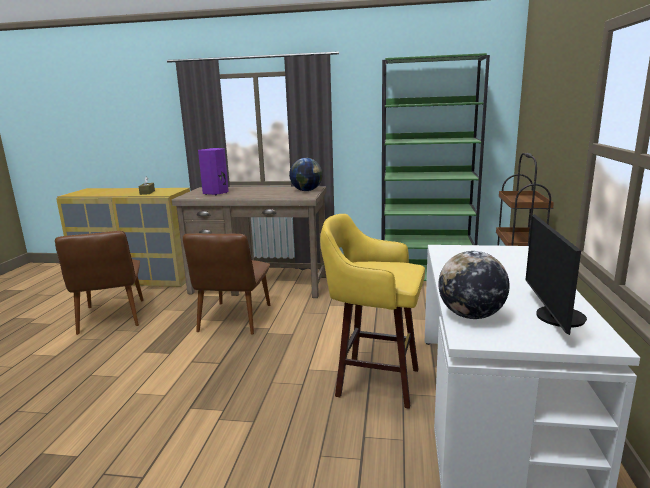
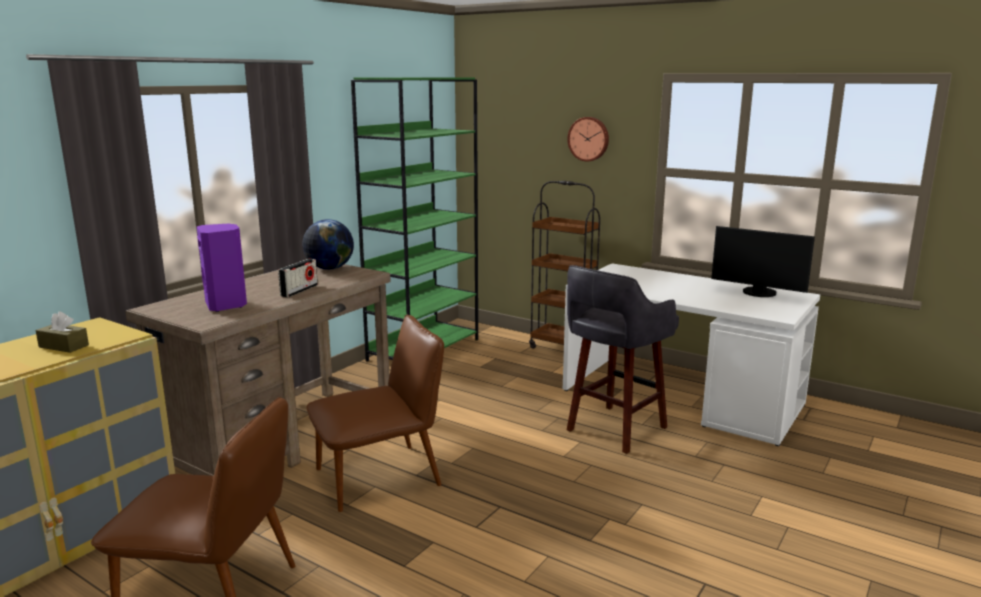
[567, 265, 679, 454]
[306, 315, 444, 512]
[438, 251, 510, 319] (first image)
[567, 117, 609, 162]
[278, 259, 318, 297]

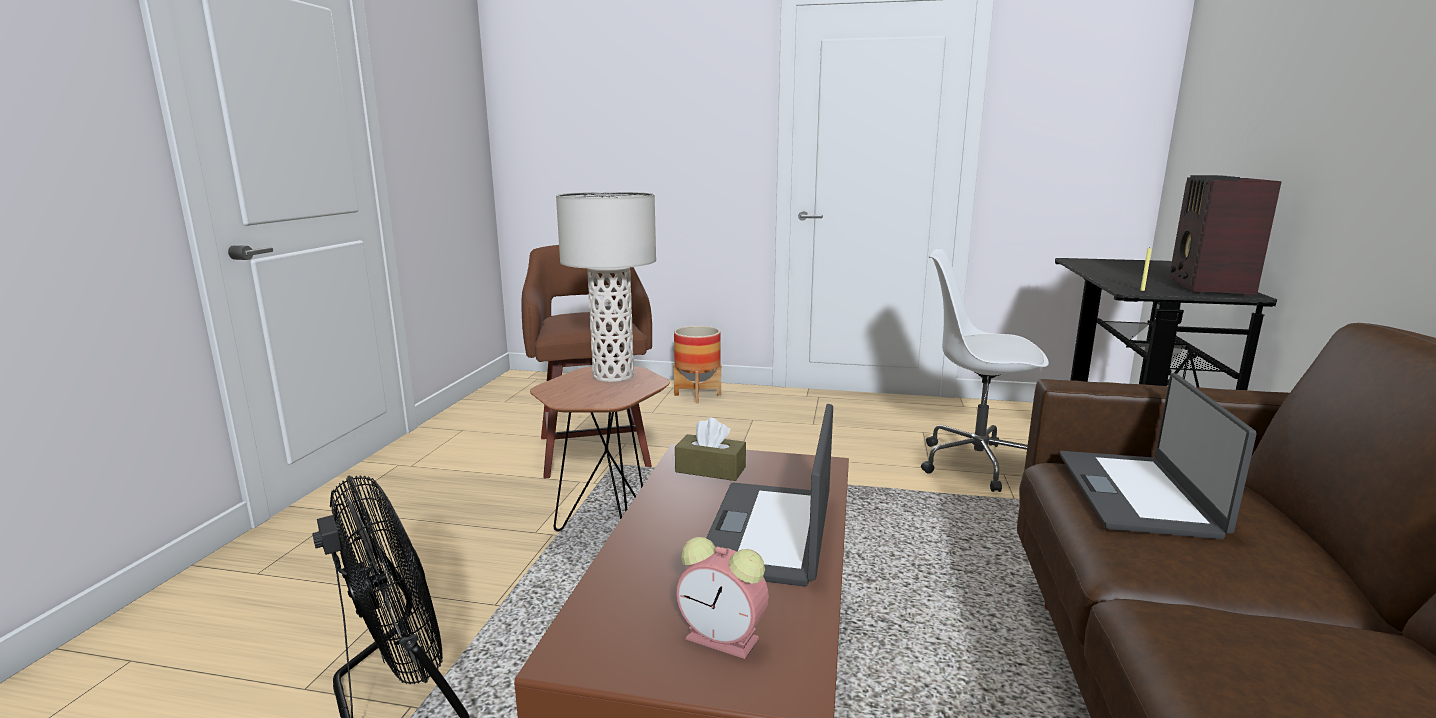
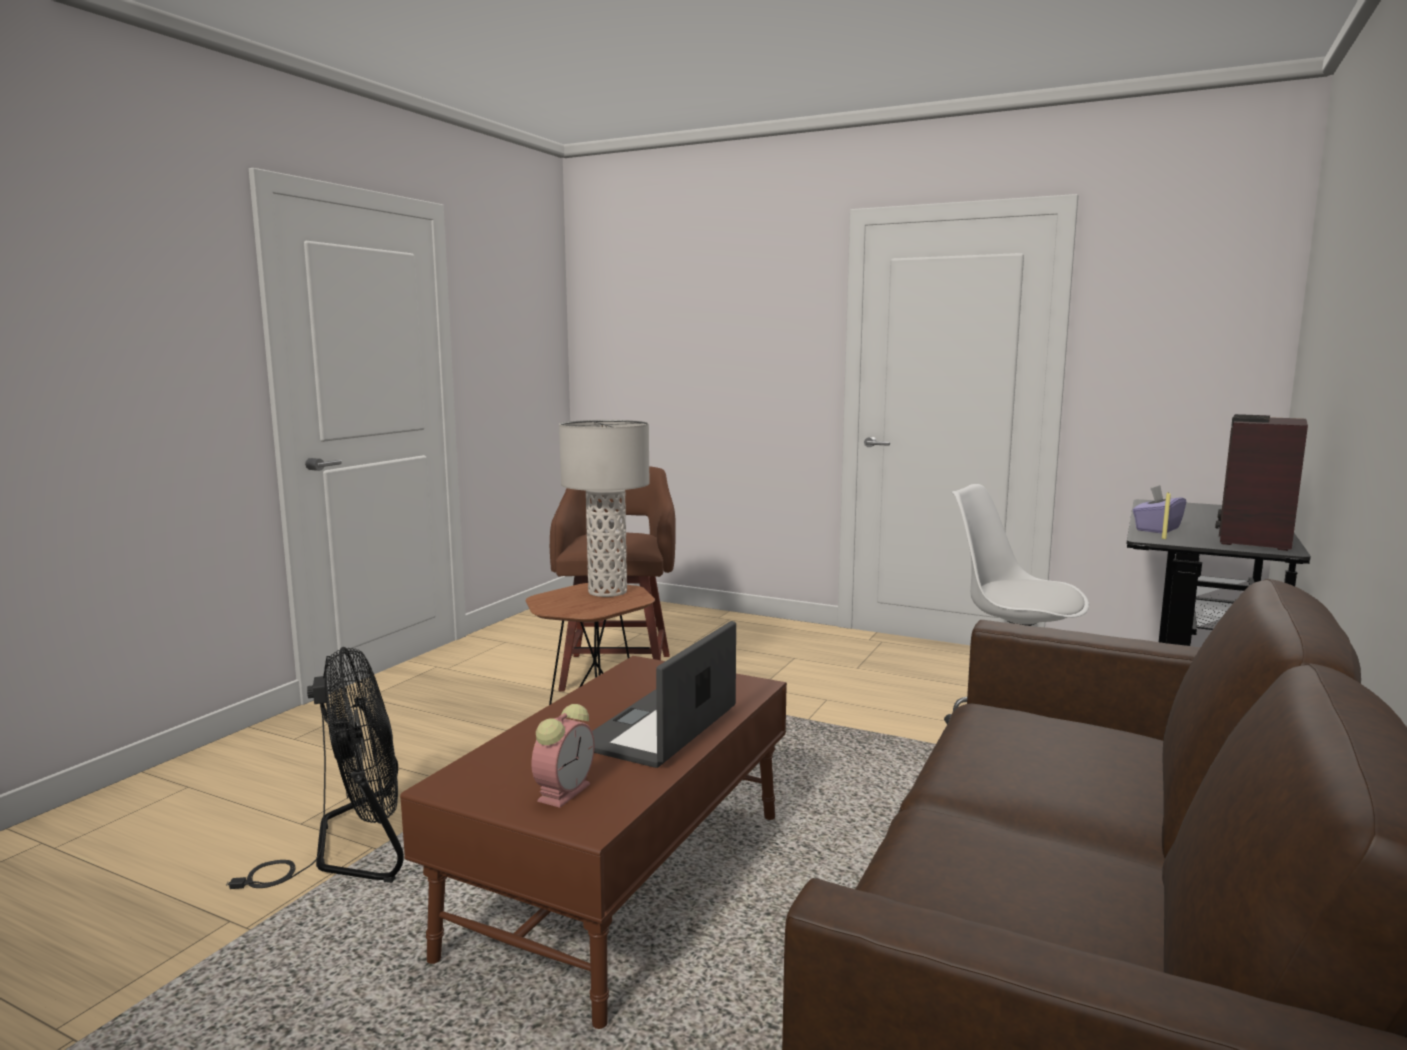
[674, 326, 721, 403] (first image)
[1060, 373, 1257, 540] (first image)
[675, 418, 746, 481] (first image)
[531, 704, 595, 808]
[1133, 485, 1186, 534]

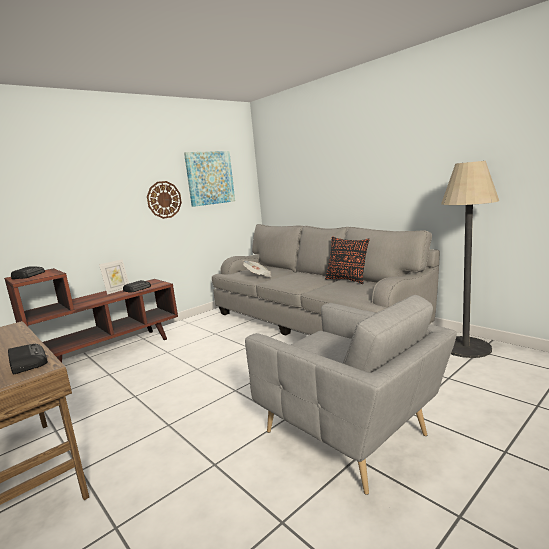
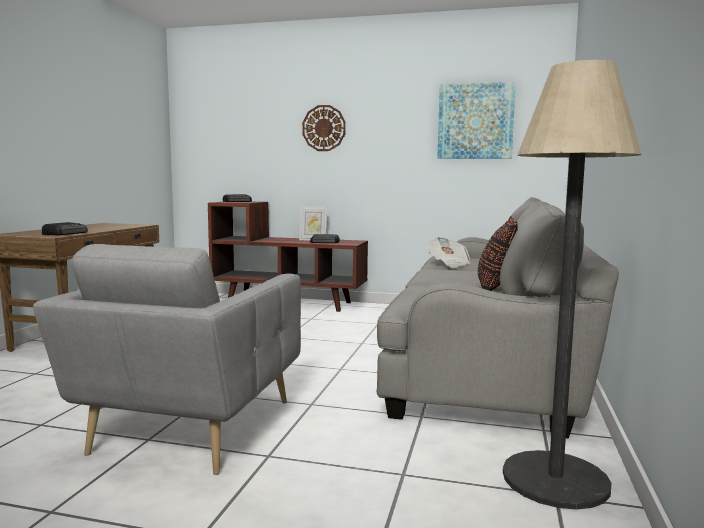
[302, 105, 346, 151]

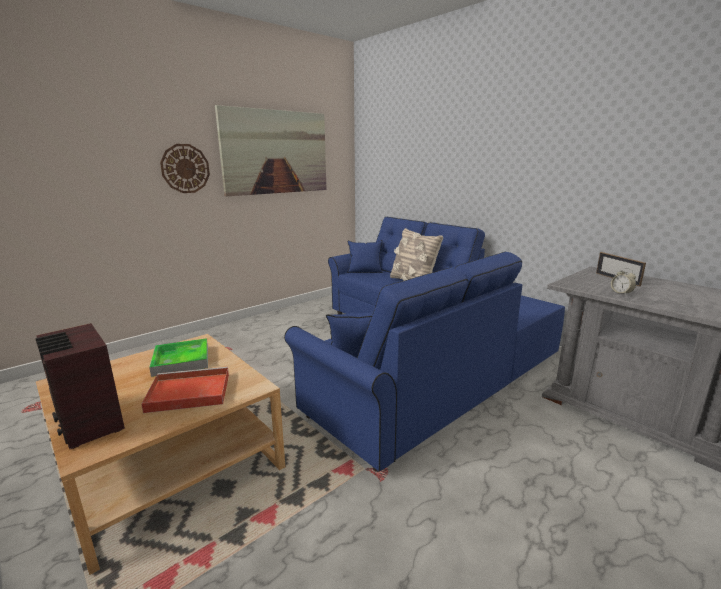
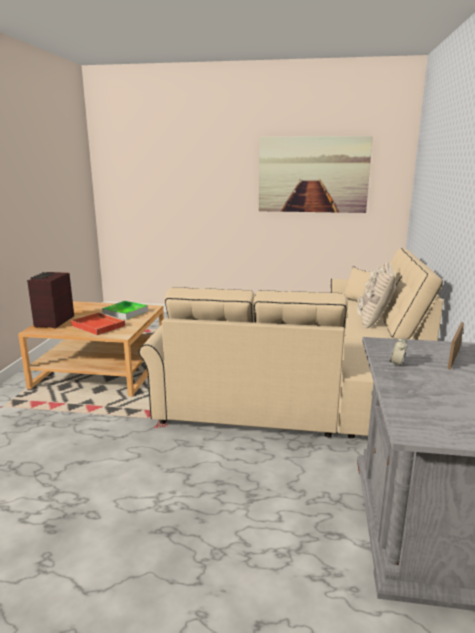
[160, 144, 210, 193] (first image)
[139, 248, 443, 439]

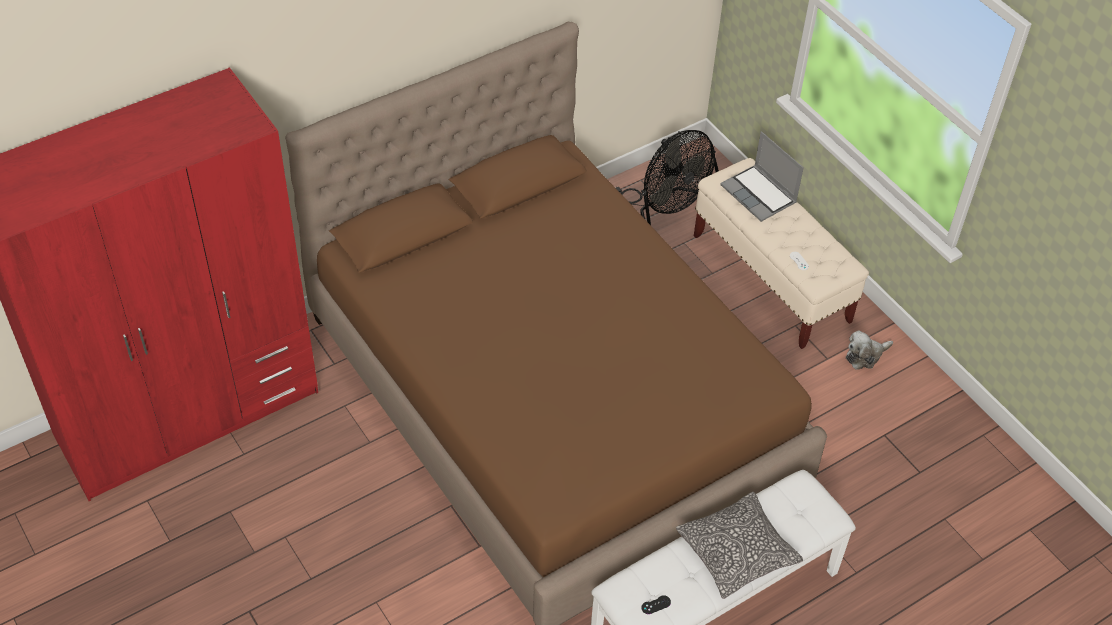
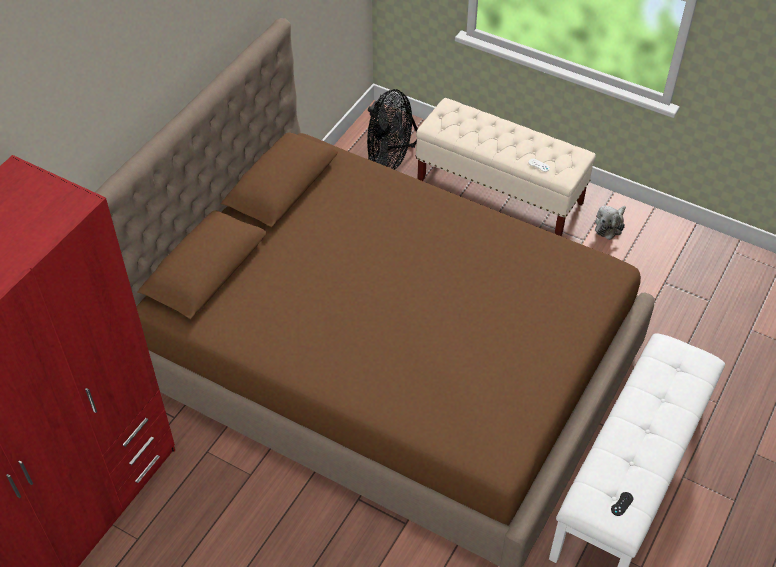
[720, 132, 804, 222] (first image)
[676, 492, 803, 599] (first image)

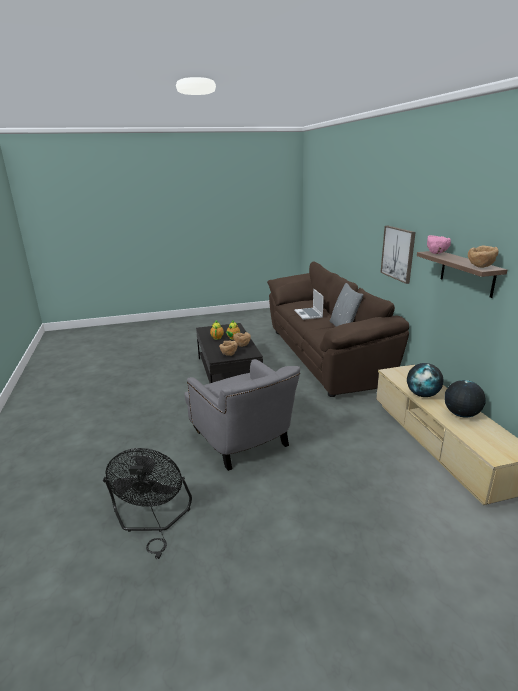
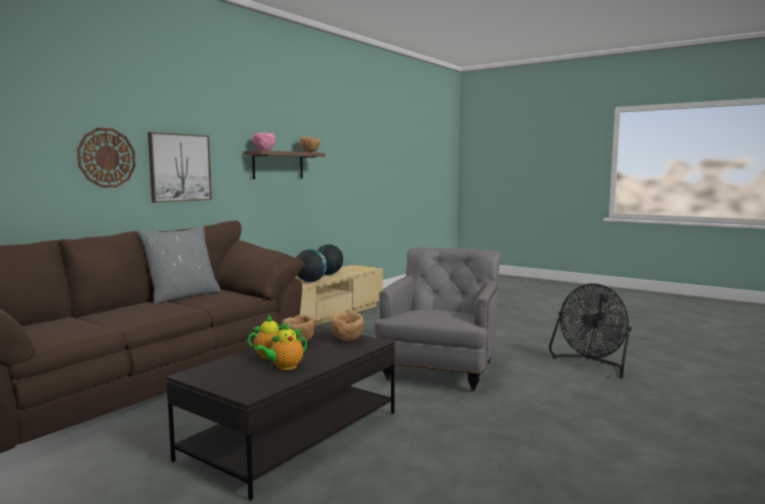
[294, 289, 324, 320] (first image)
[77, 128, 136, 188]

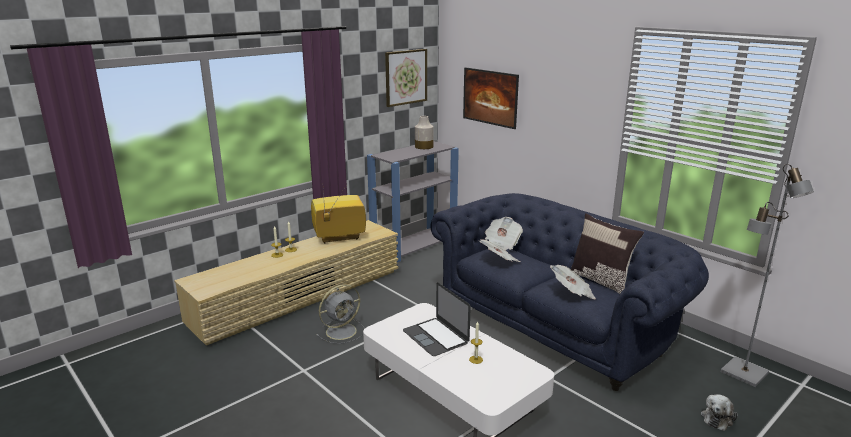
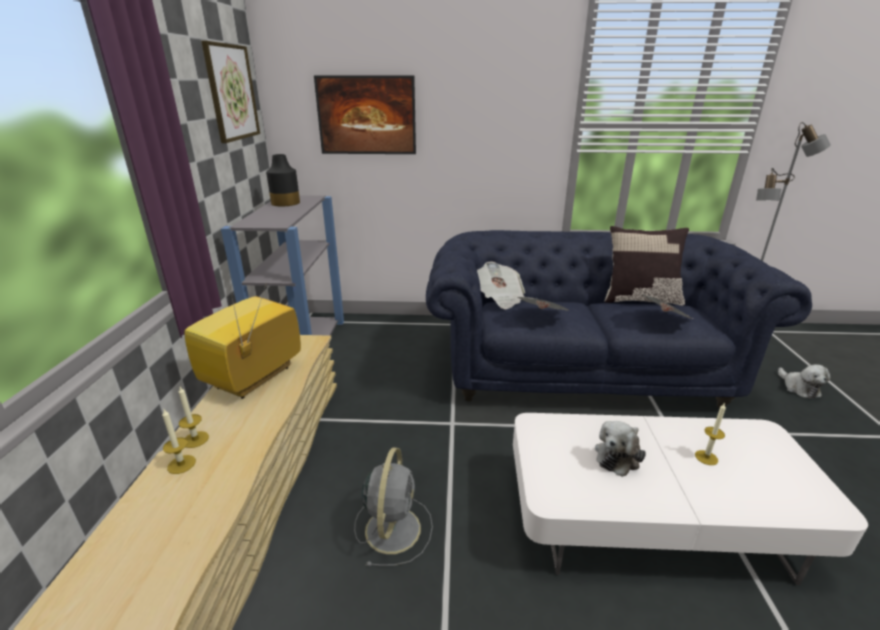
[266, 154, 300, 206]
[595, 421, 646, 477]

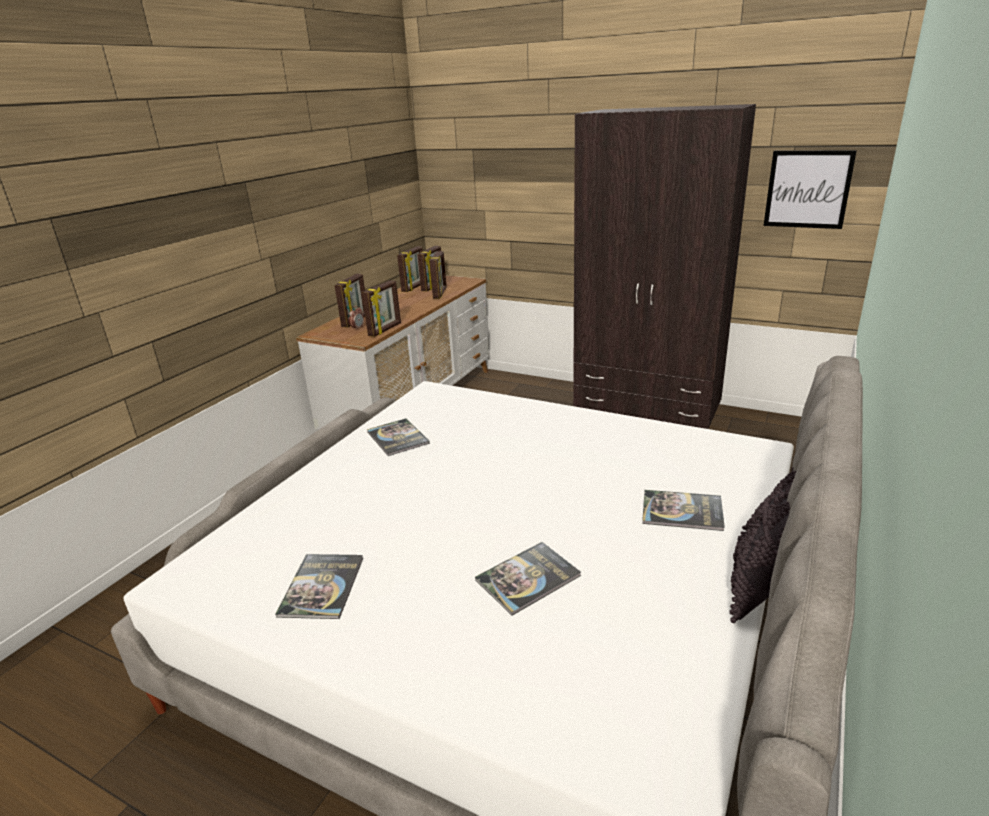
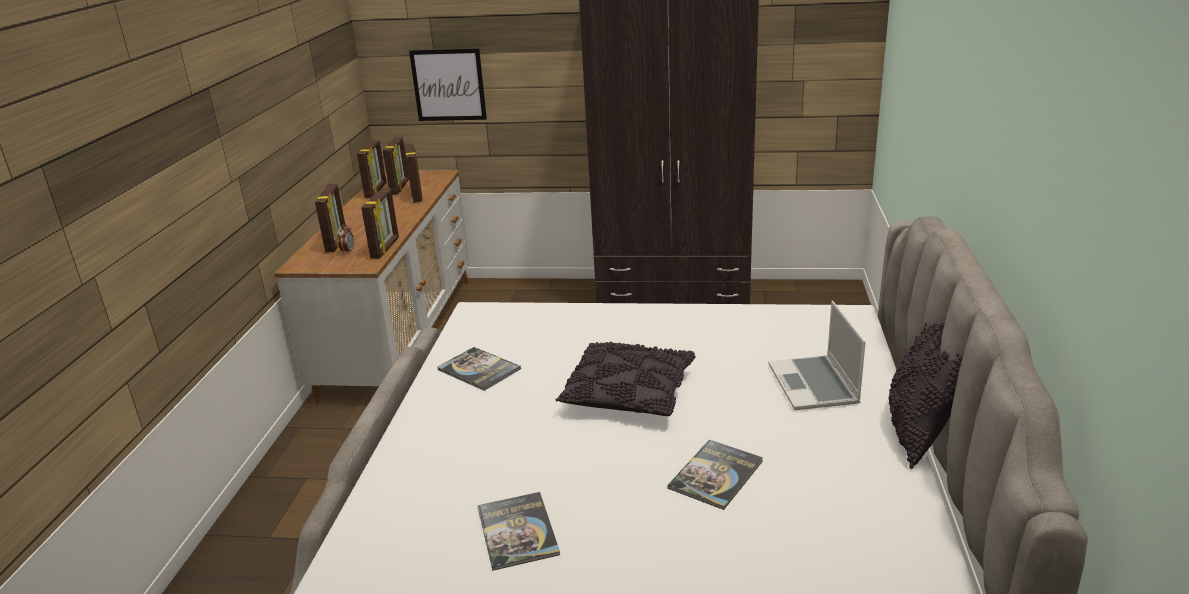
[409, 48, 487, 121]
[768, 301, 866, 410]
[555, 341, 696, 416]

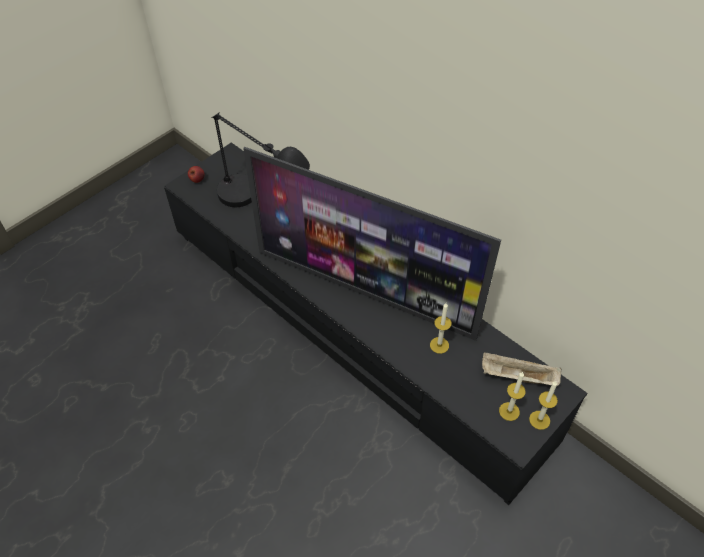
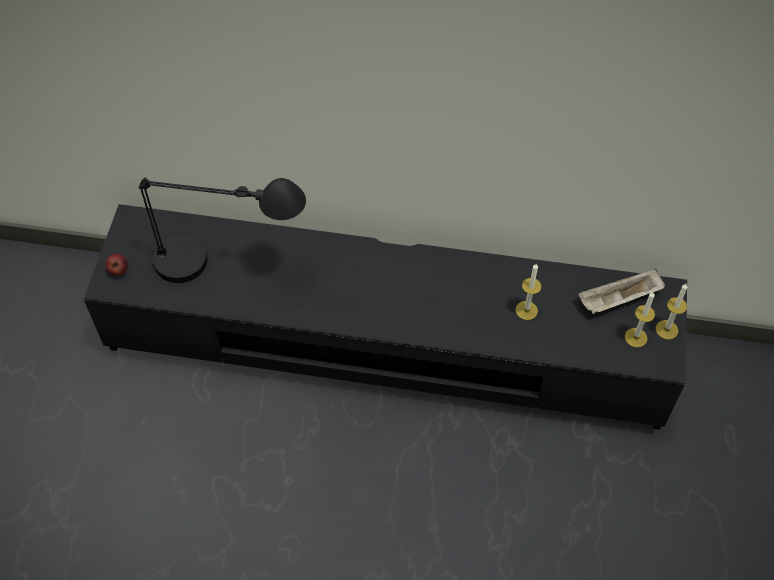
[243, 147, 501, 341] (first image)

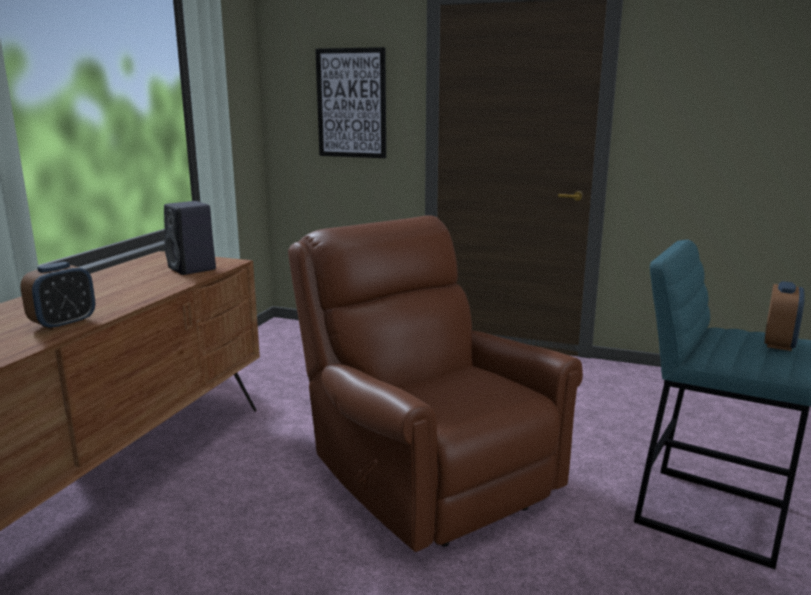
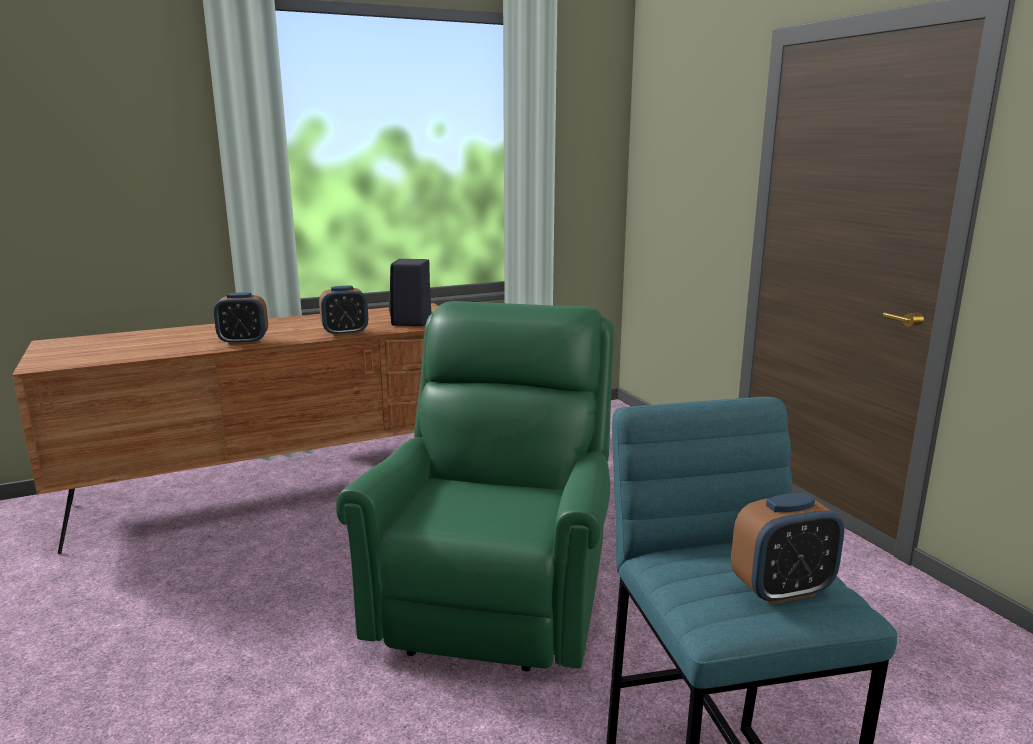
[315, 47, 386, 158] (first image)
[336, 301, 614, 671]
[319, 286, 368, 336]

